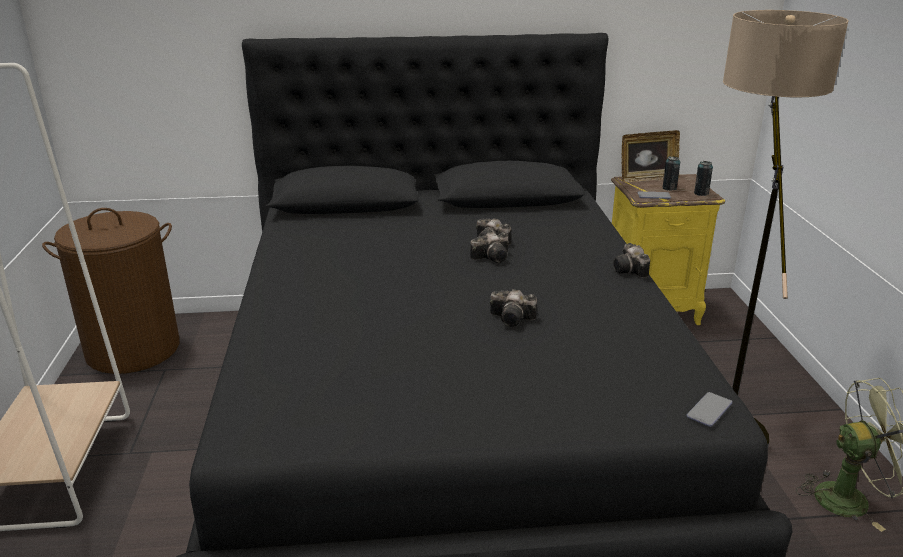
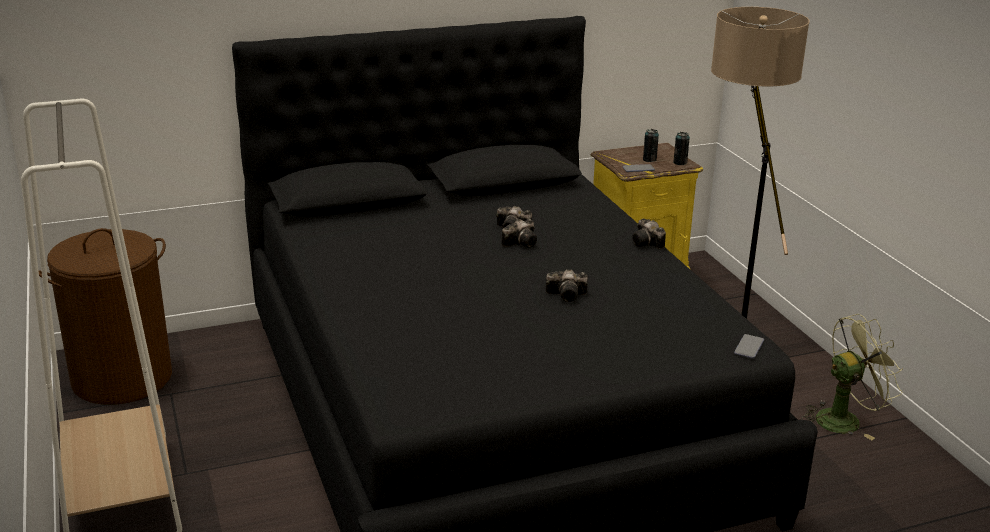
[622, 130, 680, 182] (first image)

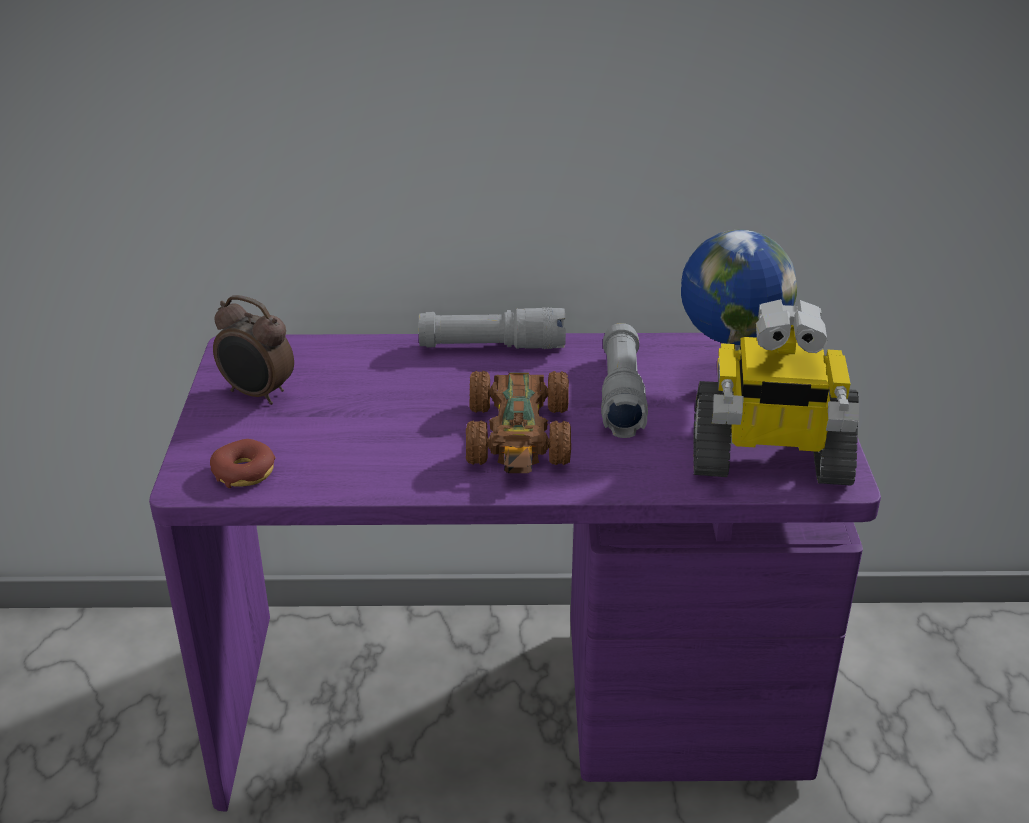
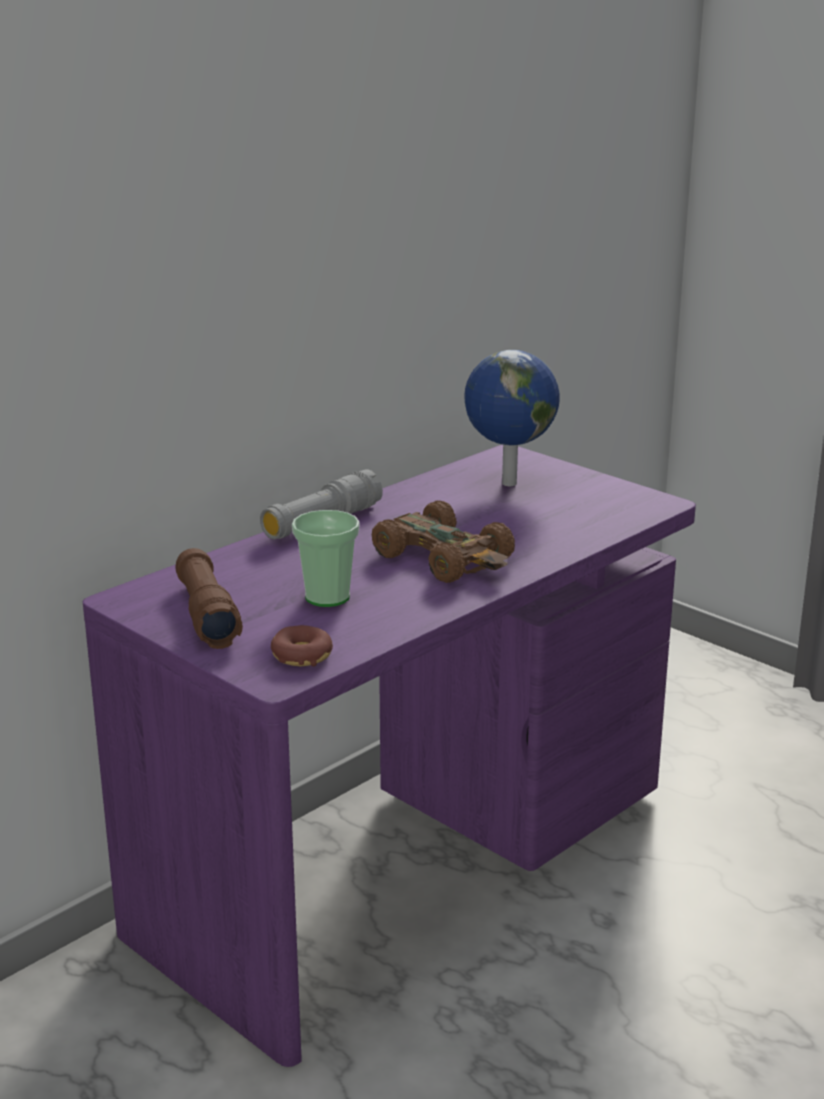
[175, 548, 243, 649]
[693, 299, 859, 486] (first image)
[601, 323, 648, 438] (first image)
[292, 510, 359, 607]

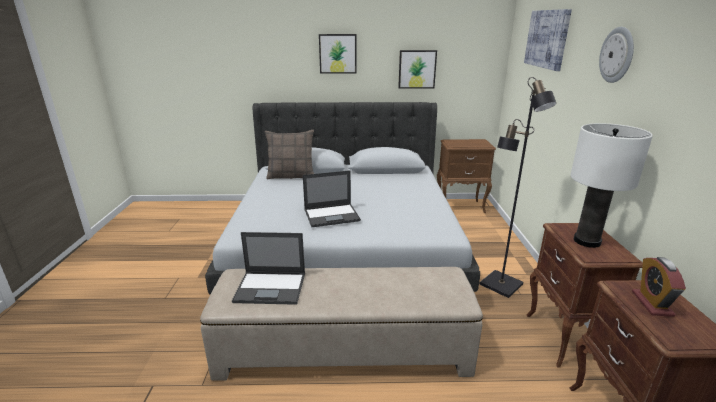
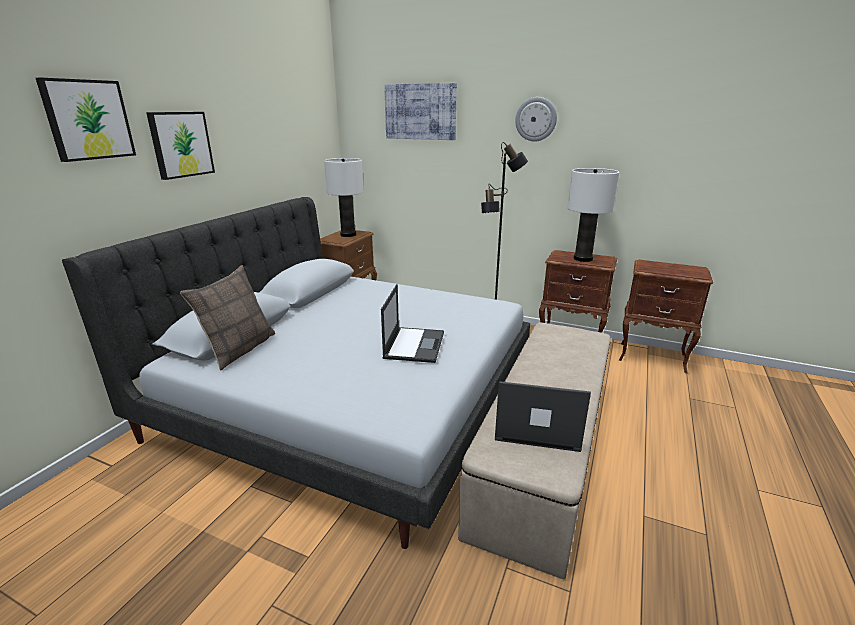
[36, 78, 136, 162]
[495, 381, 591, 452]
[632, 257, 686, 317] (first image)
[324, 158, 364, 237]

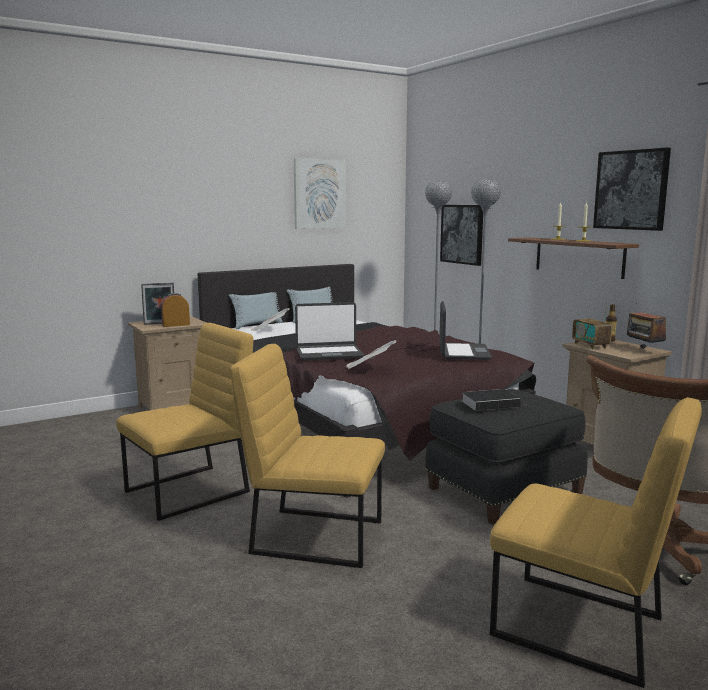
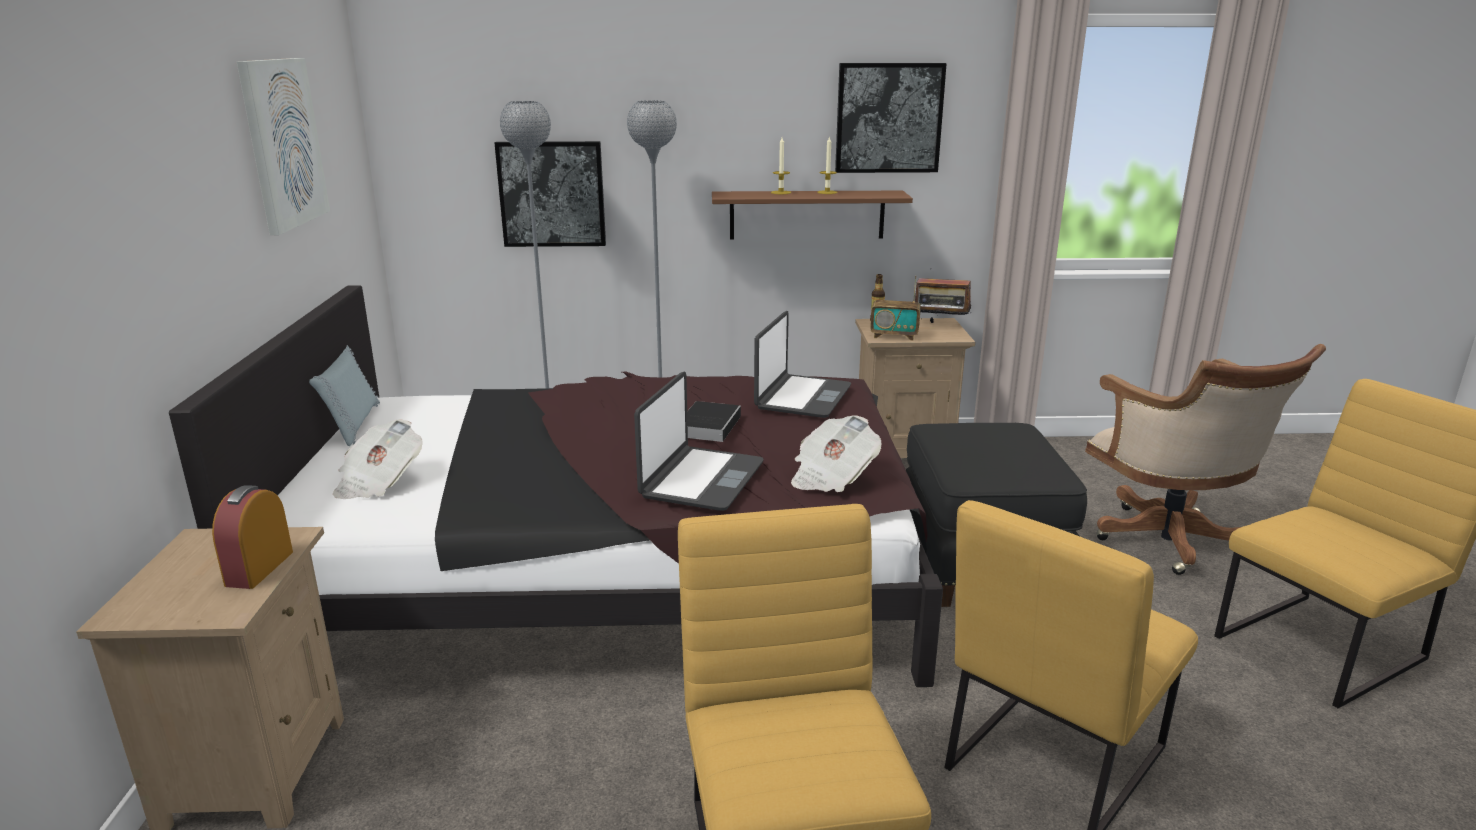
[141, 282, 174, 325] (first image)
[229, 292, 283, 329] (first image)
[754, 311, 851, 418]
[687, 401, 741, 442]

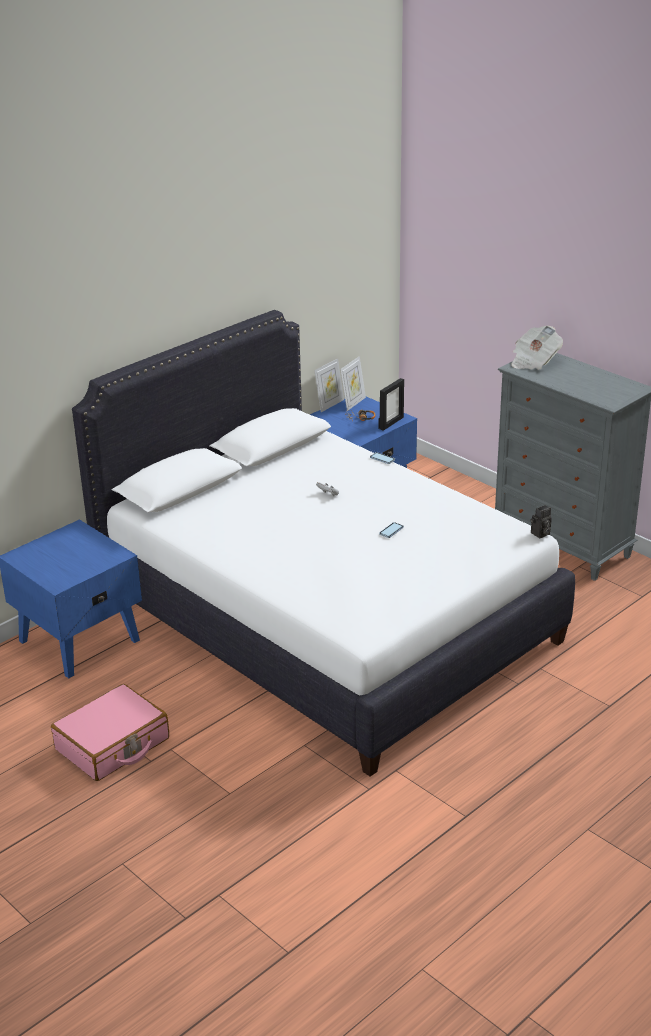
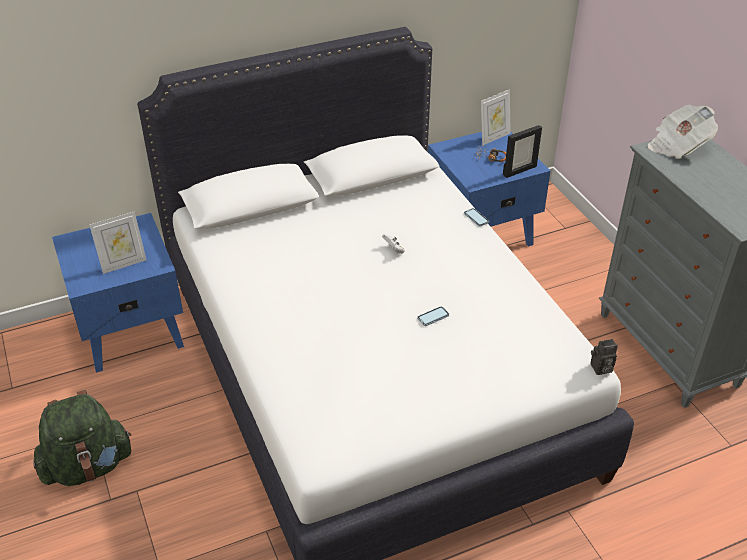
[90, 211, 147, 274]
[33, 390, 131, 486]

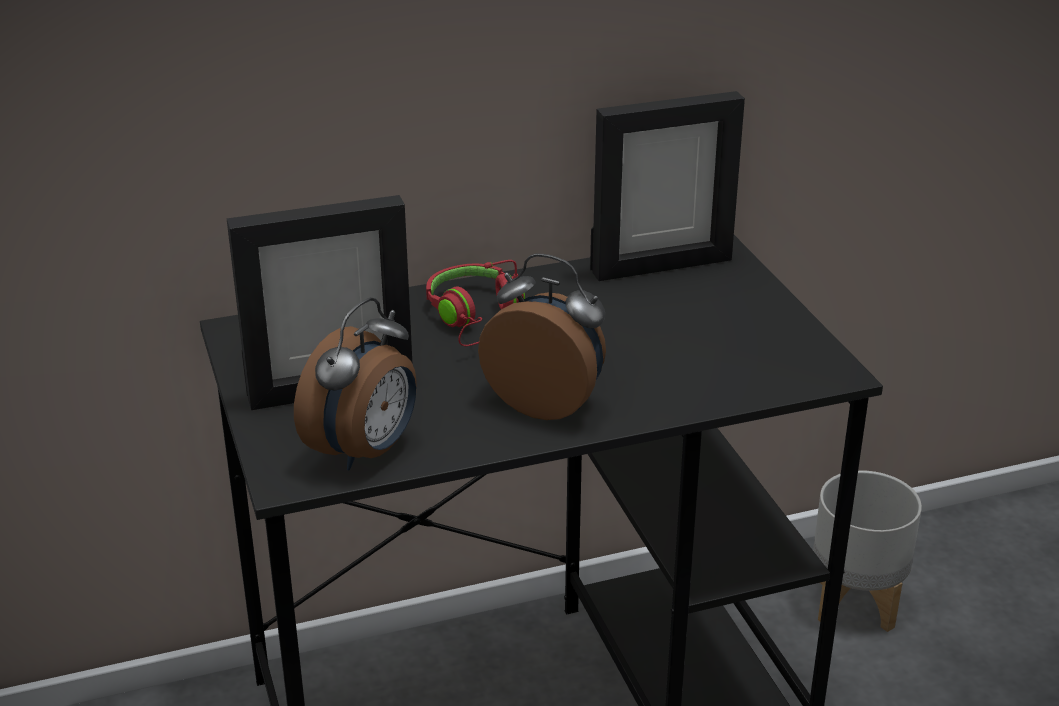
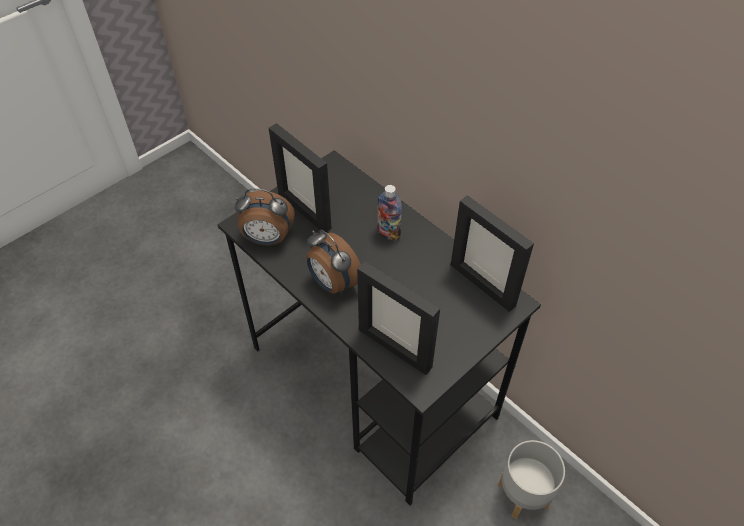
[306, 230, 361, 295]
[377, 185, 402, 240]
[357, 262, 440, 375]

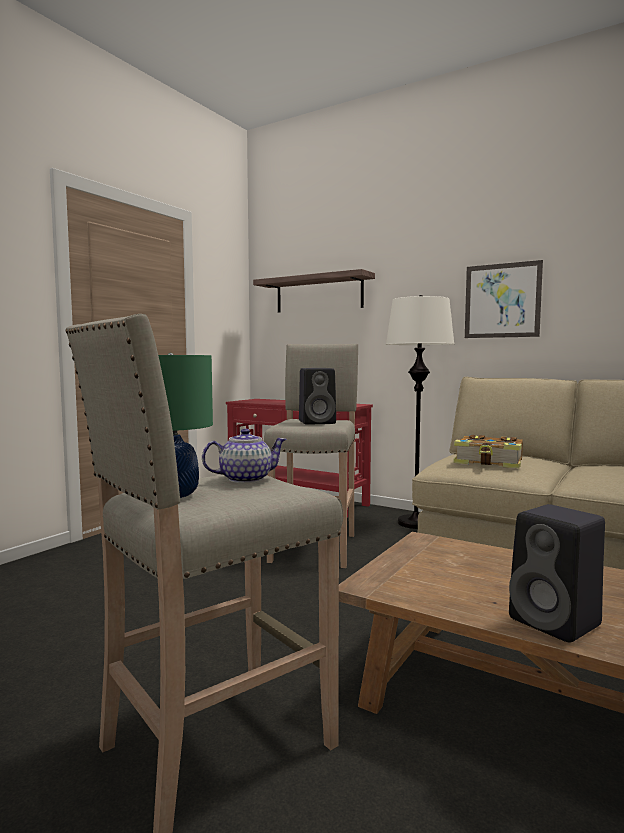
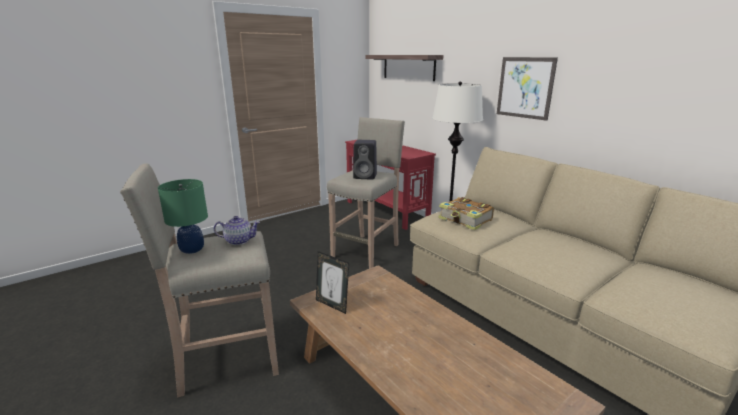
[509, 504, 605, 643] (first image)
[316, 251, 349, 314]

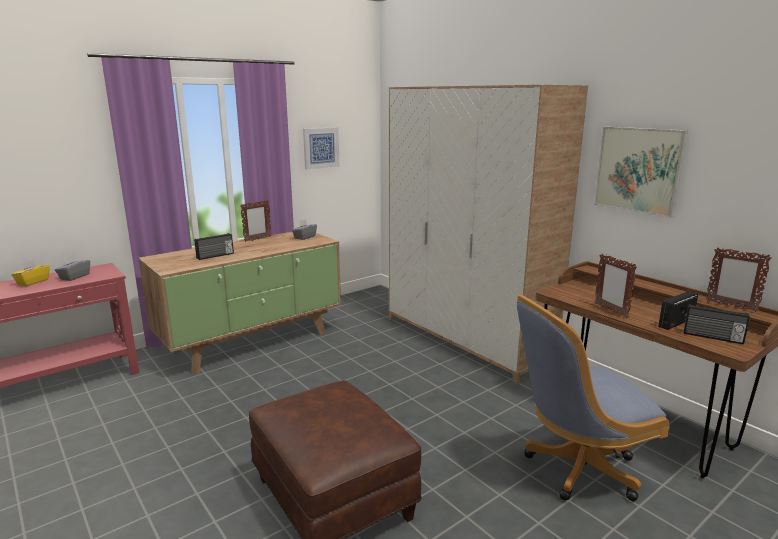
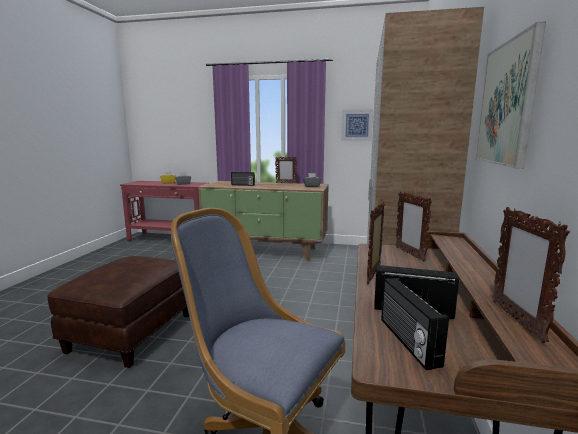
[395, 192, 432, 262]

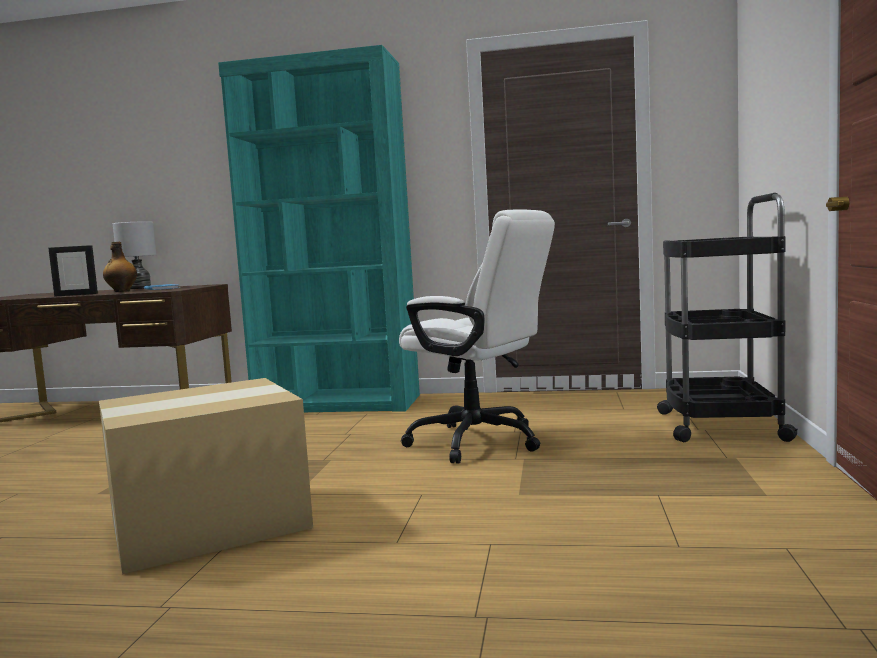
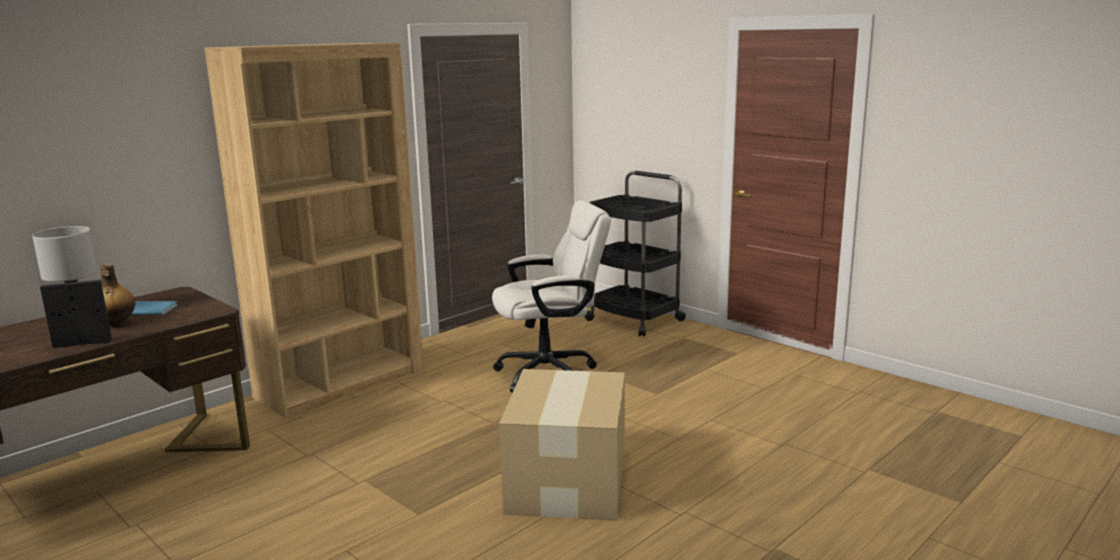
[204, 43, 424, 418]
[40, 280, 112, 348]

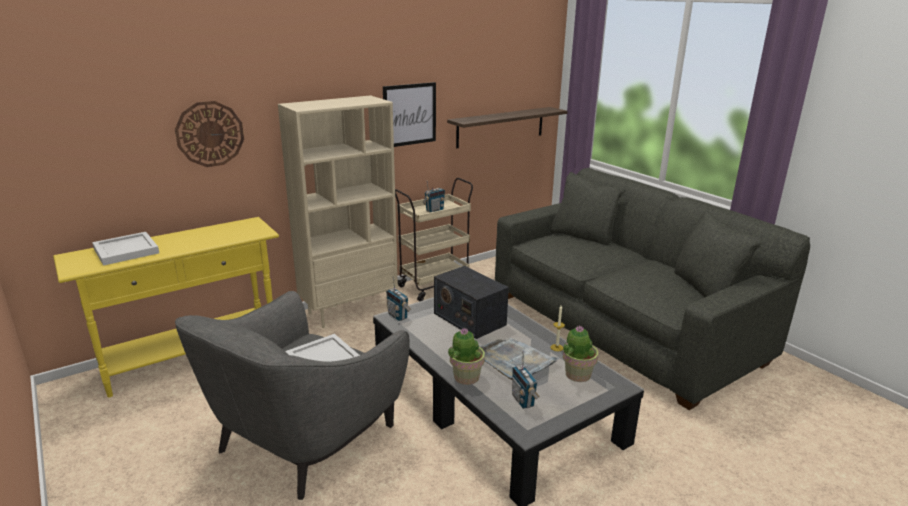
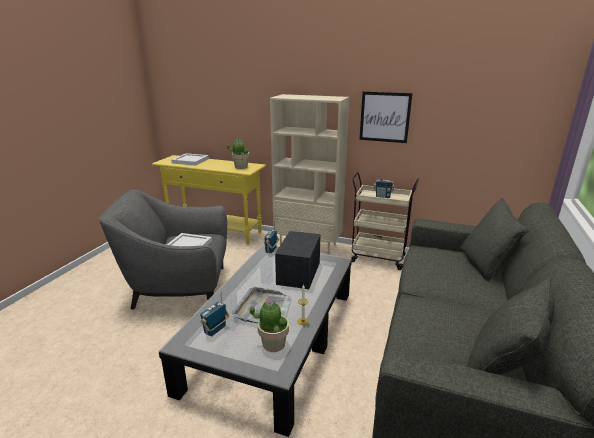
[175, 101, 244, 167] (first image)
[447, 107, 568, 148] (first image)
[227, 138, 249, 169]

